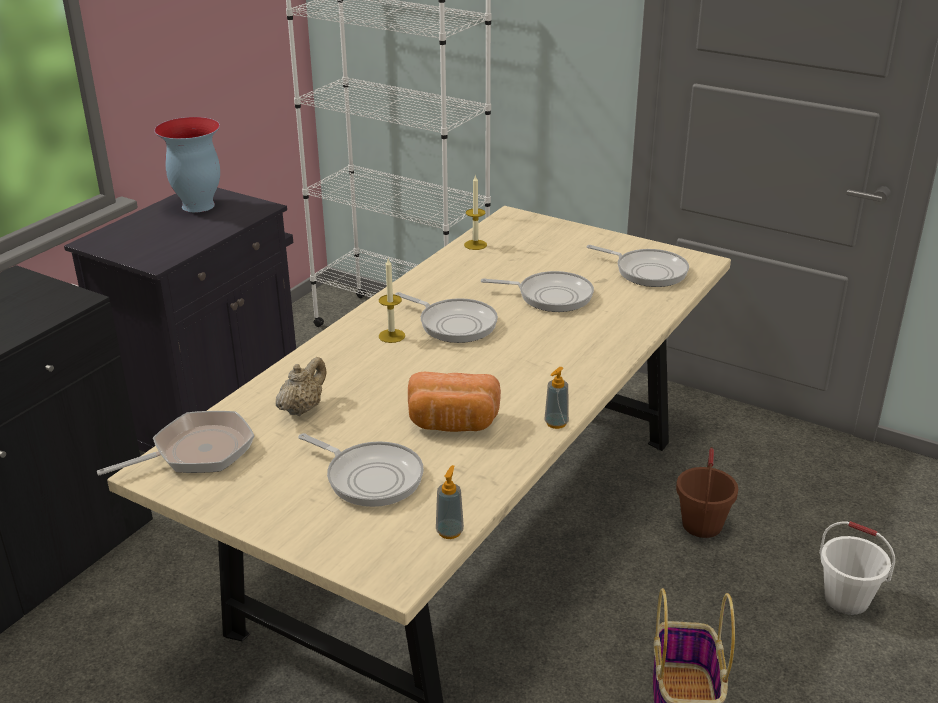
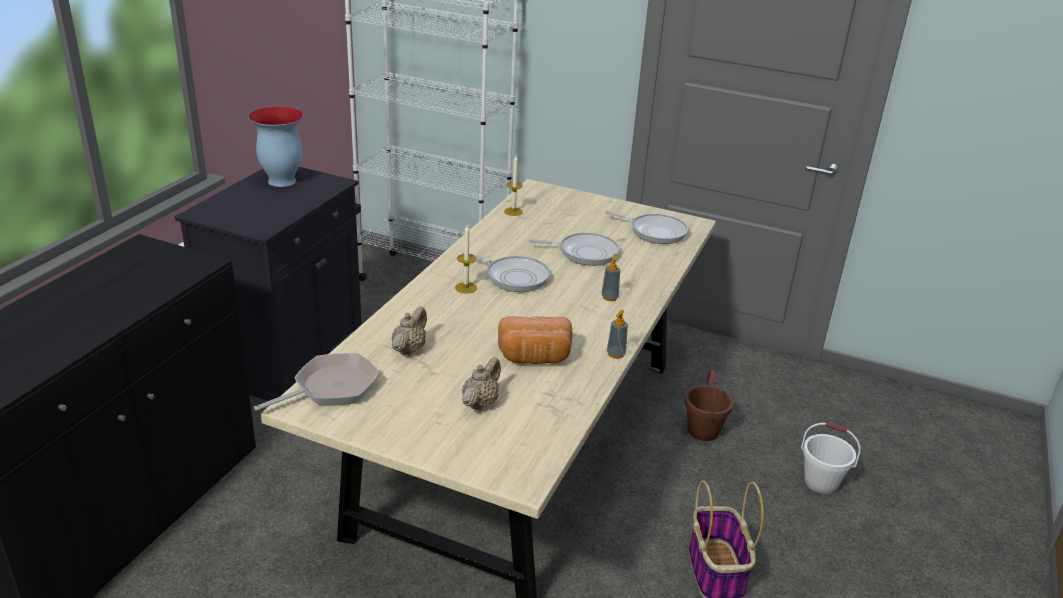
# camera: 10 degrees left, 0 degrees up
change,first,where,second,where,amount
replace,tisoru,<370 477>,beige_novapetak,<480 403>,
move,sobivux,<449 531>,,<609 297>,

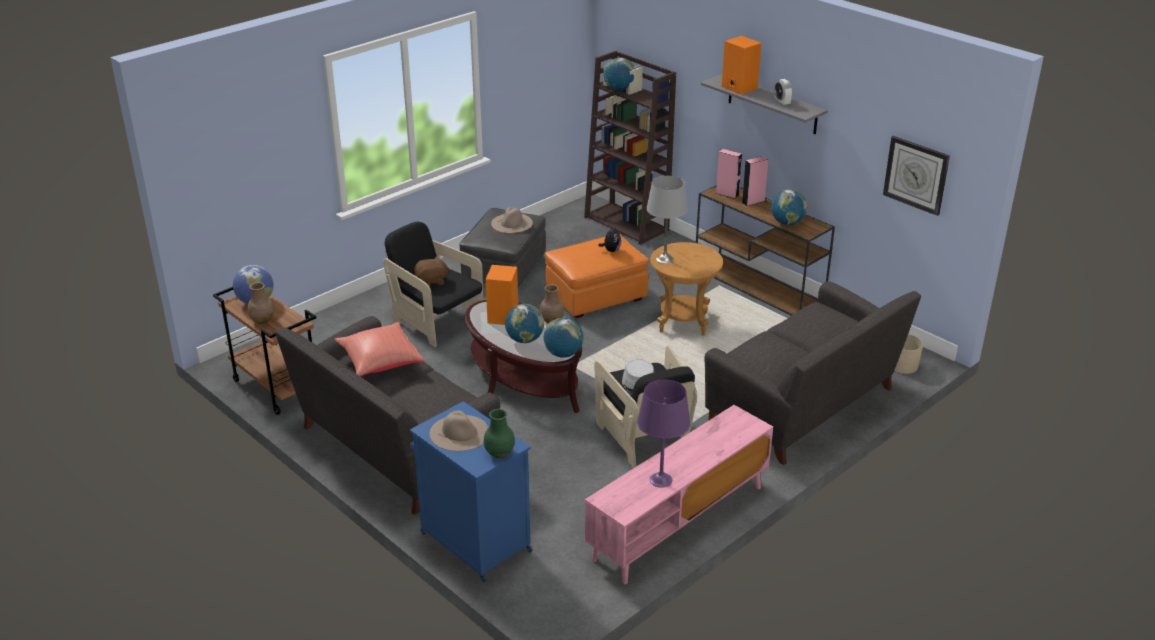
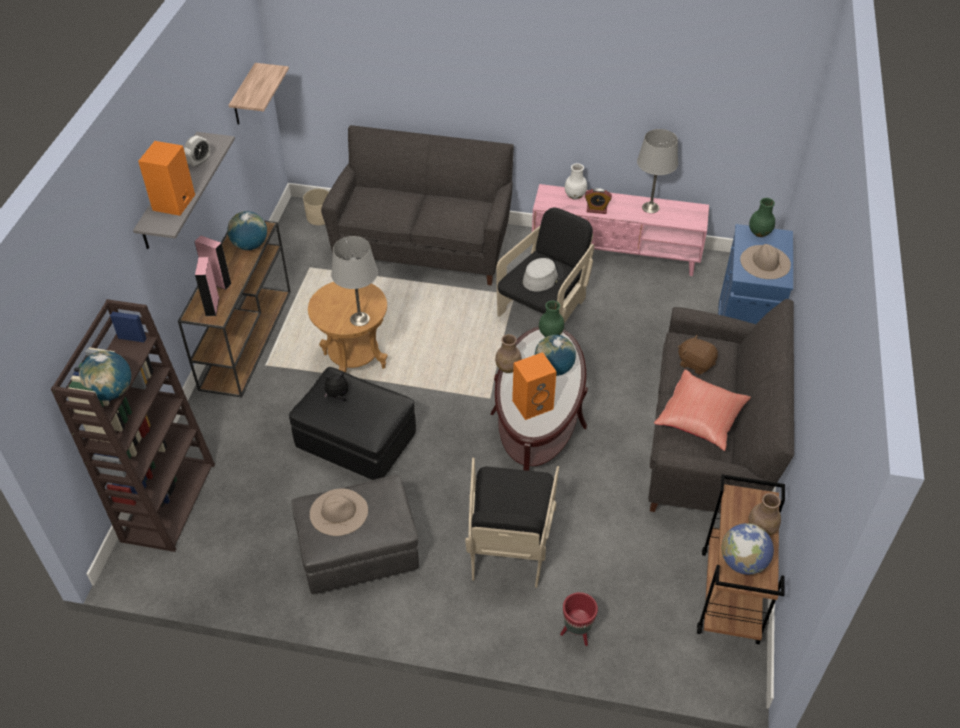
# camera: 125 degrees left, 15 degrees up
change,first,where,second,where,amount
replace,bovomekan,<916 175>,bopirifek,<244 96>,
recolor,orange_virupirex,<596 296>,black_virupirex,<356 443>,
move,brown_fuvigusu,<431 281>,,<695 363>,
replace,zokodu,<563 354>,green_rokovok,<550 334>,
recolor,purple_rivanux,<661 480>,grey_rivanux,<650 207>,
insert,,,white_rokovok,<575 195>,
insert,,,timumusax,<596 210>,
insert,,,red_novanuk,<576 633>,

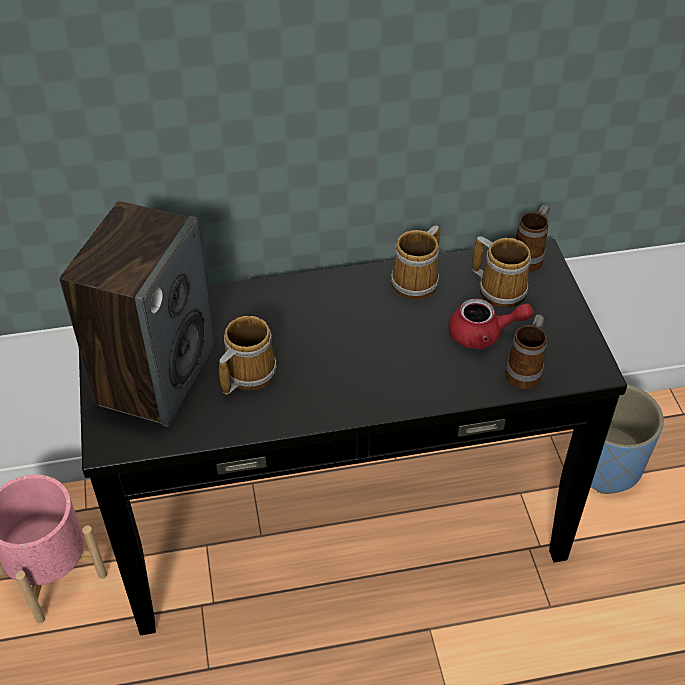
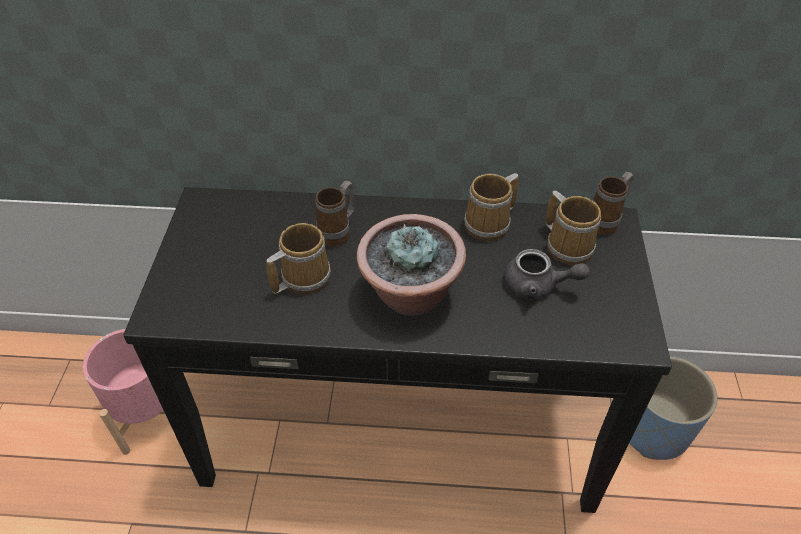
# camera: 15 degrees right, 0 degrees up
change,first,where,second,where,amount
delete,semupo,<156 375>,,,
recolor,red_novapetak,<483 334>,grey_novapetak,<537 286>,
move,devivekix,<525 370>,,<339 232>,
insert,,,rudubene,<410 295>,

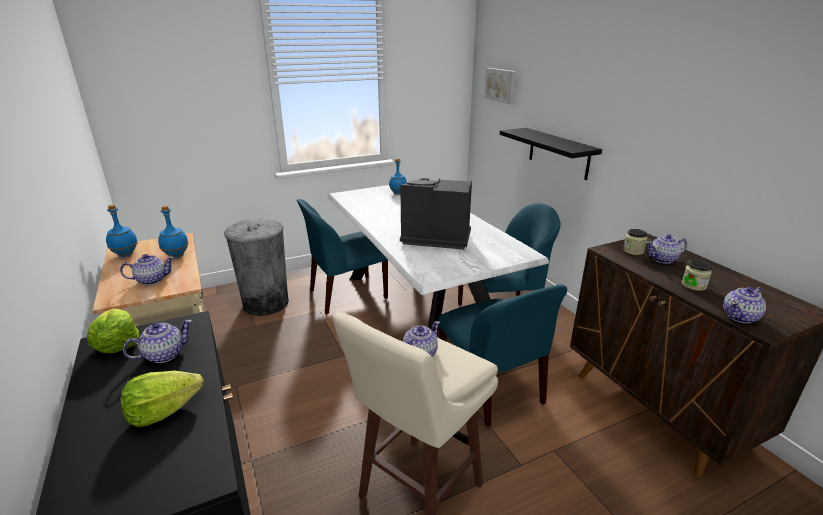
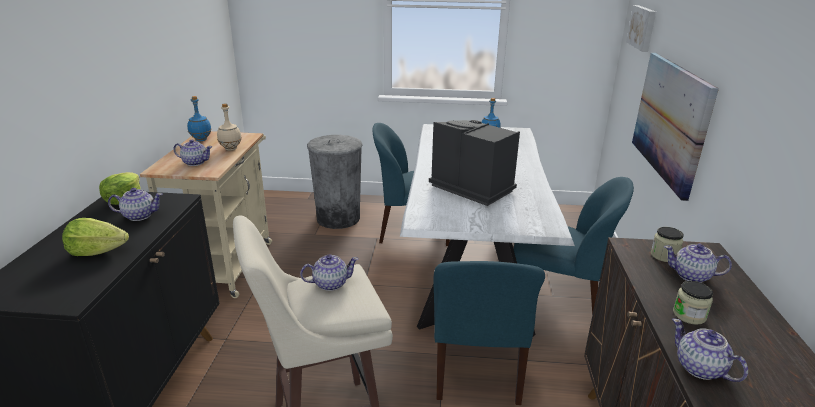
# camera: 30 degrees right, 0 degrees up
change,first,where,second,where,amount
replace,black_bopirifek,<558 153>,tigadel,<671 120>,
recolor,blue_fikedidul,<176 256>,beige_fikedidul,<230 149>,
rotate,novapetak,<740 317>,,<700 368>,60 degrees clockwise

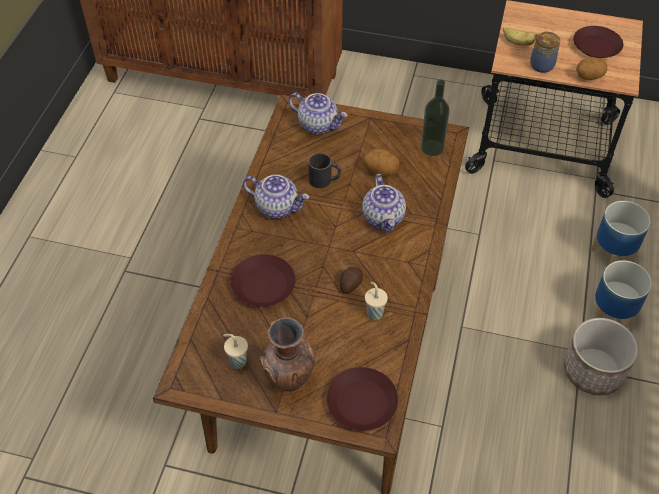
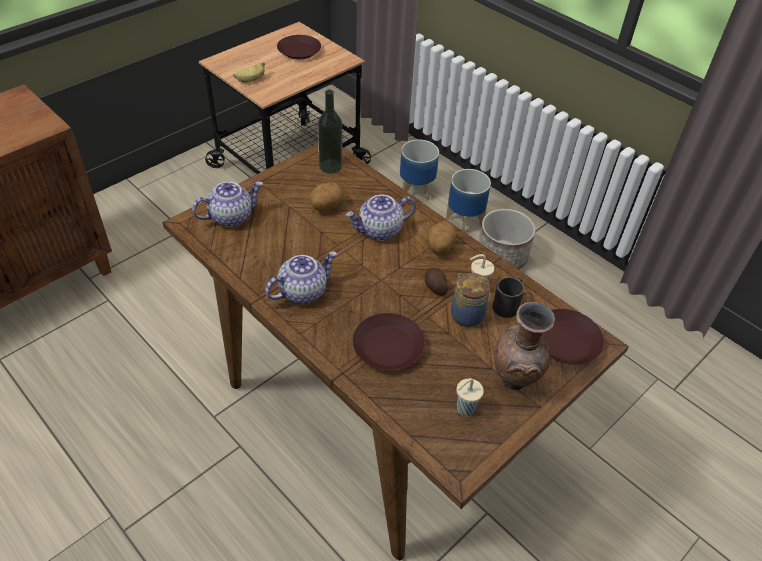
# camera: 60 degrees left, 5 degrees down
change,first,where,second,where,amount
move,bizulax,<542 64>,,<466 314>,
move,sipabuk,<589 77>,,<439 247>,
move,black_devivekix,<325 180>,,<508 304>,
rotate,novapetak,<384 218>,,<380 231>,135 degrees clockwise

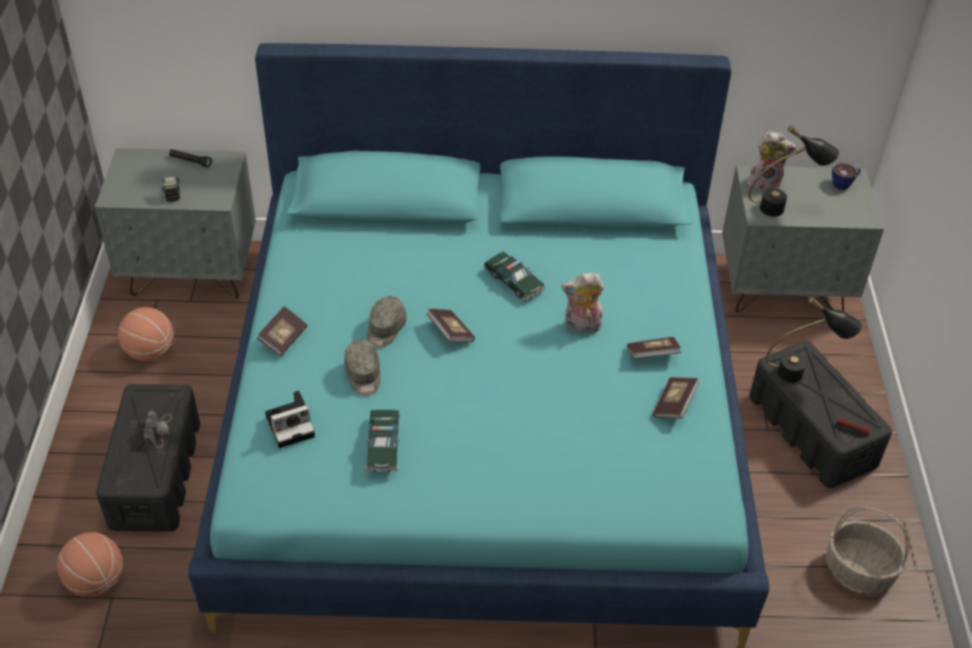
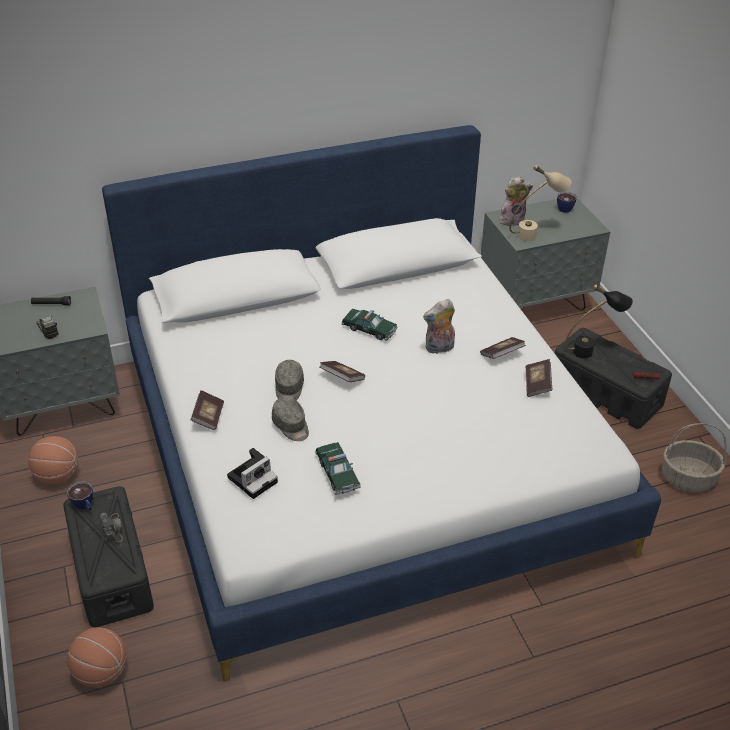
# camera: 20 degrees left, 5 degrees down
change,first,where,second,where,amount
recolor,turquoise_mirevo,<483 420>,white_mirevo,<364 452>,
recolor,black_rivanux,<784 209>,beige_rivanux,<535 234>,
insert,,,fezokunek,<85 505>,

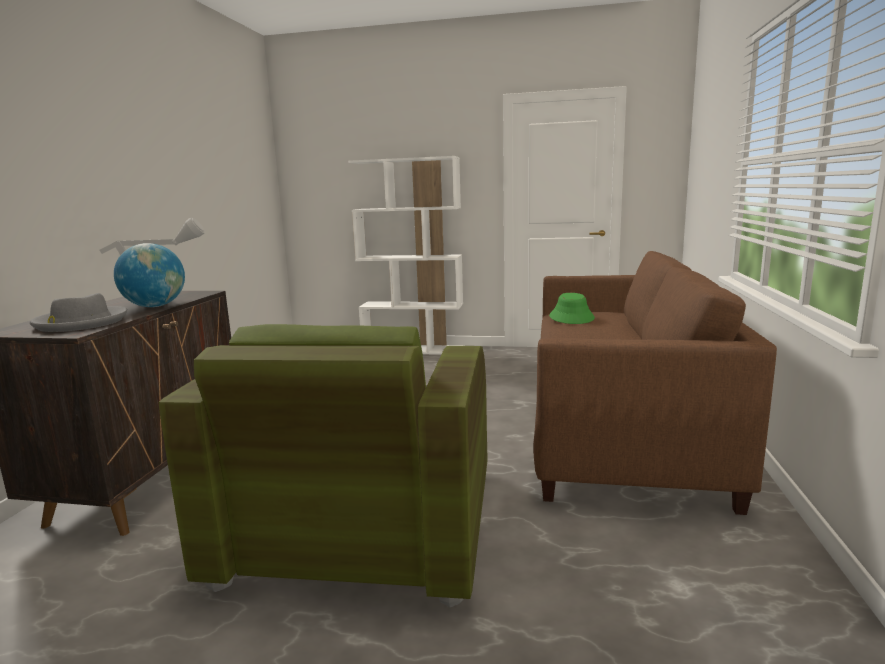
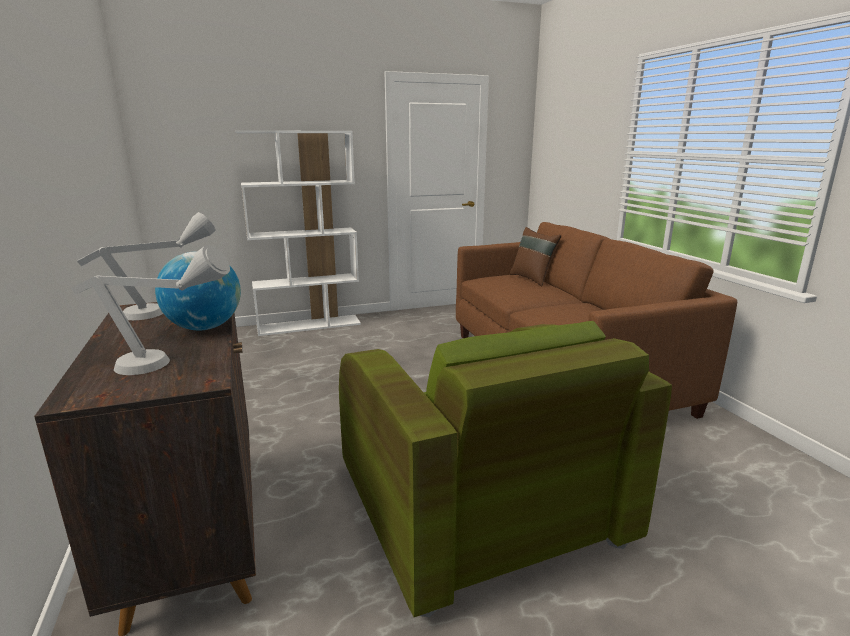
# camera: 30 degrees left, 5 degrees up
change,first,where,second,where,amount
replace,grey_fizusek,<80 323>,grey_rivanux,<166 366>,
delete,green_fizusek,<572 317>,,,
insert,,,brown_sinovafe,<532 279>,

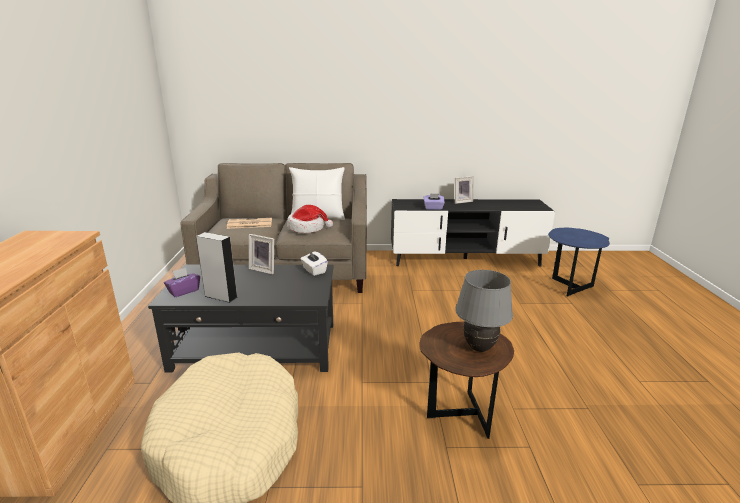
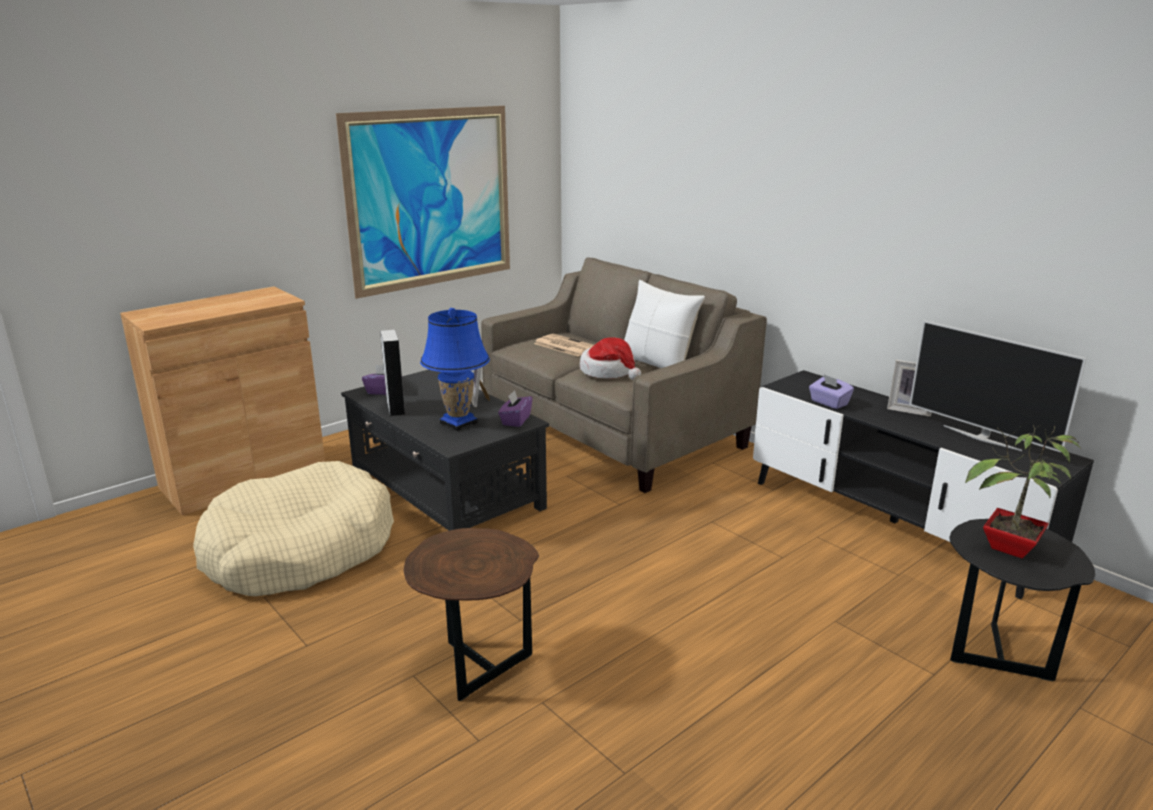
# camera: 50 degrees right, 0 degrees up
change,first,where,second,where,amount
recolor,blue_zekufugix,<568 286>,black_zekufugix,<996 652>,
recolor,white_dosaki,<314 270>,purple_dosaki,<515 420>,
delete,grey_rivanux,<479 348>,,,
insert,,,tigadel,<431 199>,
insert,,,blue_rivanux,<458 423>,
insert,,,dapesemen,<981 437>,
insert,,,rudubene,<1009 549>,

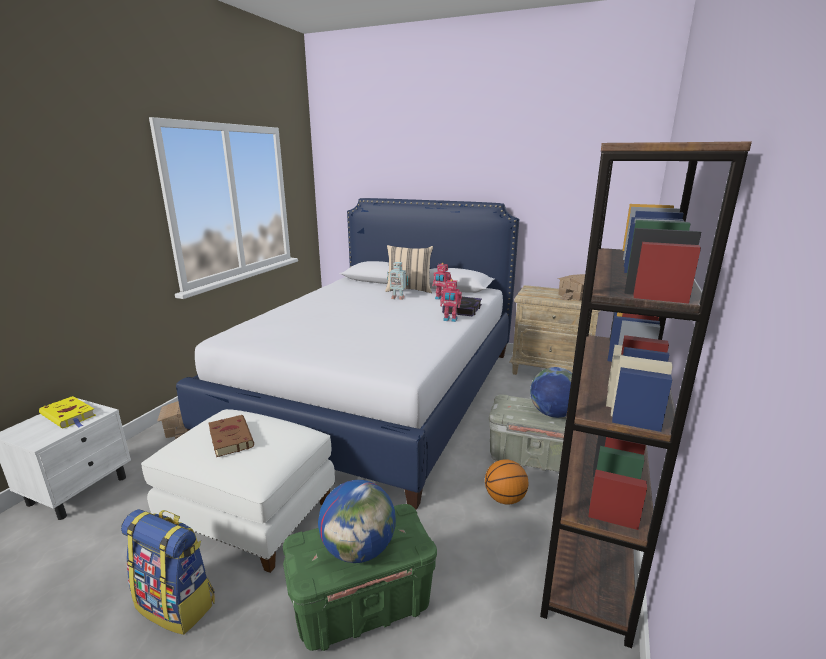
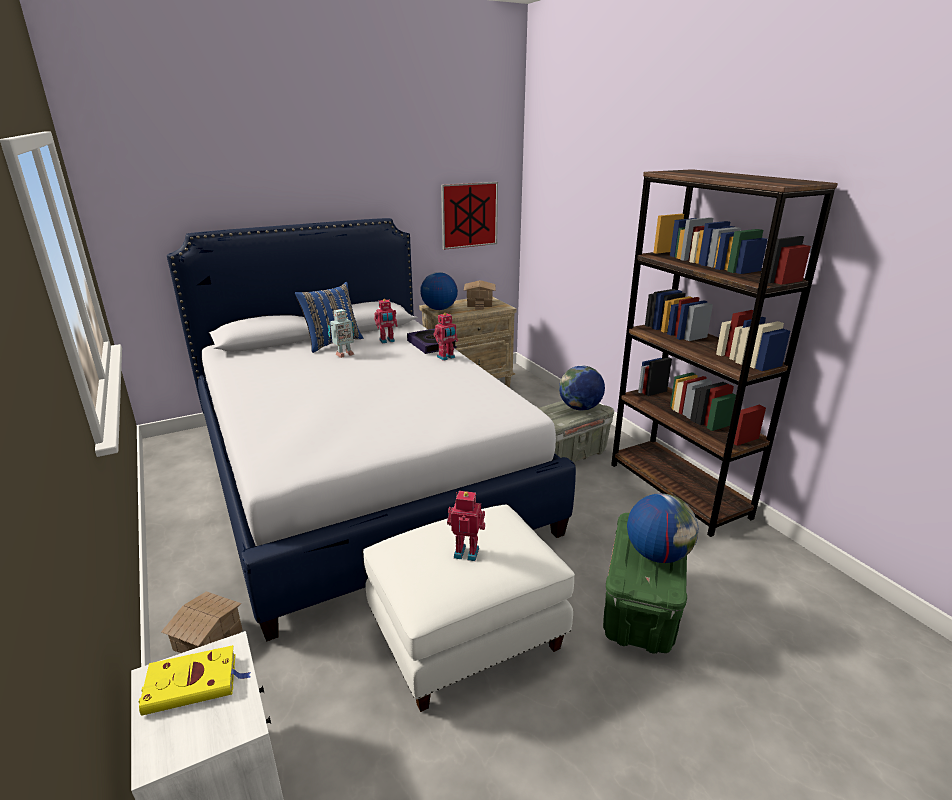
# camera: 50 degrees left, 5 degrees up
change,first,where,second,where,amount
recolor,beige_sinovafe,<409 290>,blue_sinovafe,<332 343>,
replace,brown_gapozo,<230 437>,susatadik,<467 551>,
delete,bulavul,<504 498>,,,
delete,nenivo,<177 604>,,,
insert,,,tigadel,<469 215>,
insert,,,zokodu,<439 309>,

